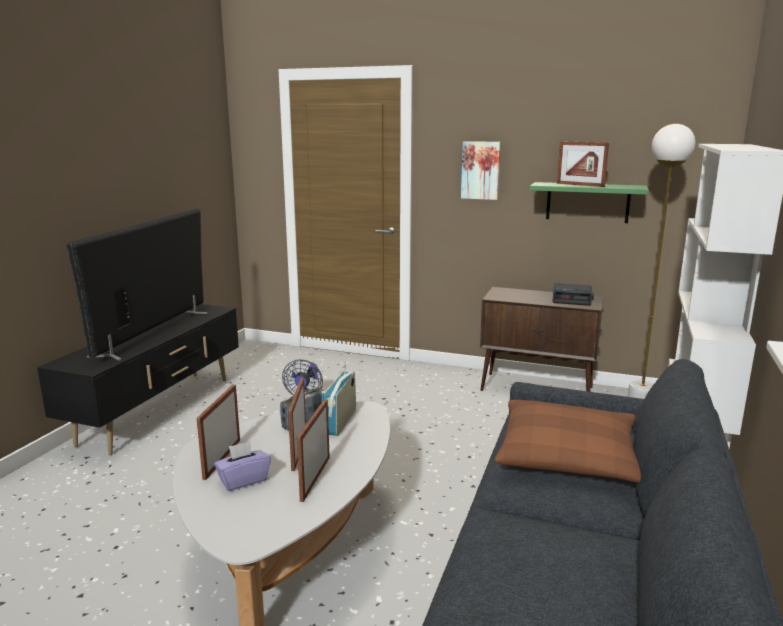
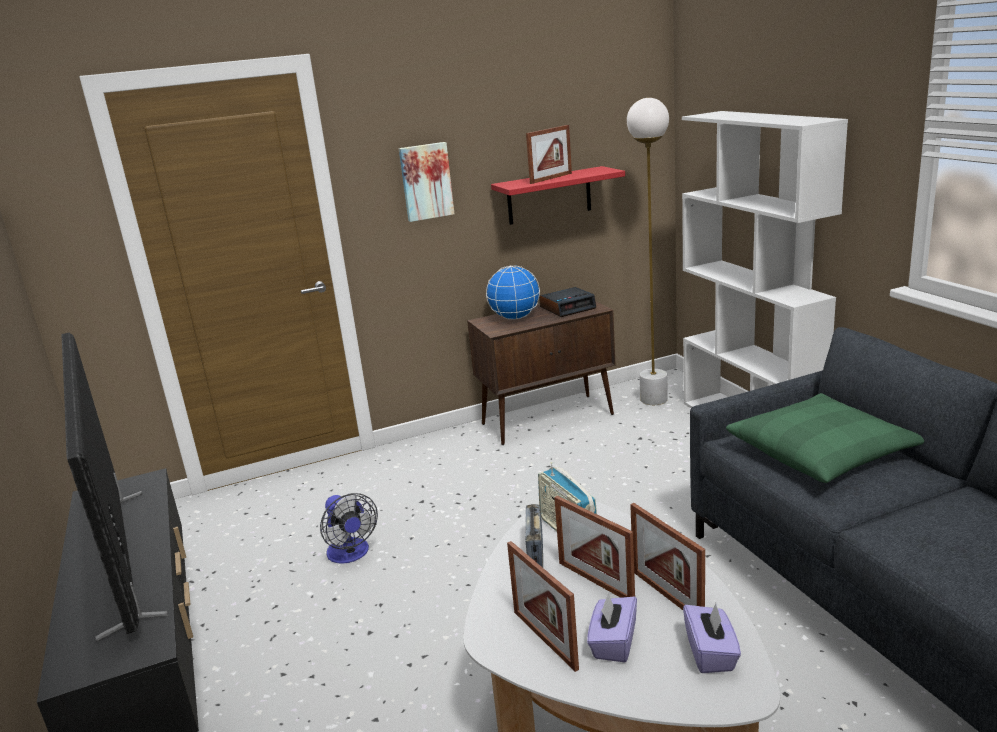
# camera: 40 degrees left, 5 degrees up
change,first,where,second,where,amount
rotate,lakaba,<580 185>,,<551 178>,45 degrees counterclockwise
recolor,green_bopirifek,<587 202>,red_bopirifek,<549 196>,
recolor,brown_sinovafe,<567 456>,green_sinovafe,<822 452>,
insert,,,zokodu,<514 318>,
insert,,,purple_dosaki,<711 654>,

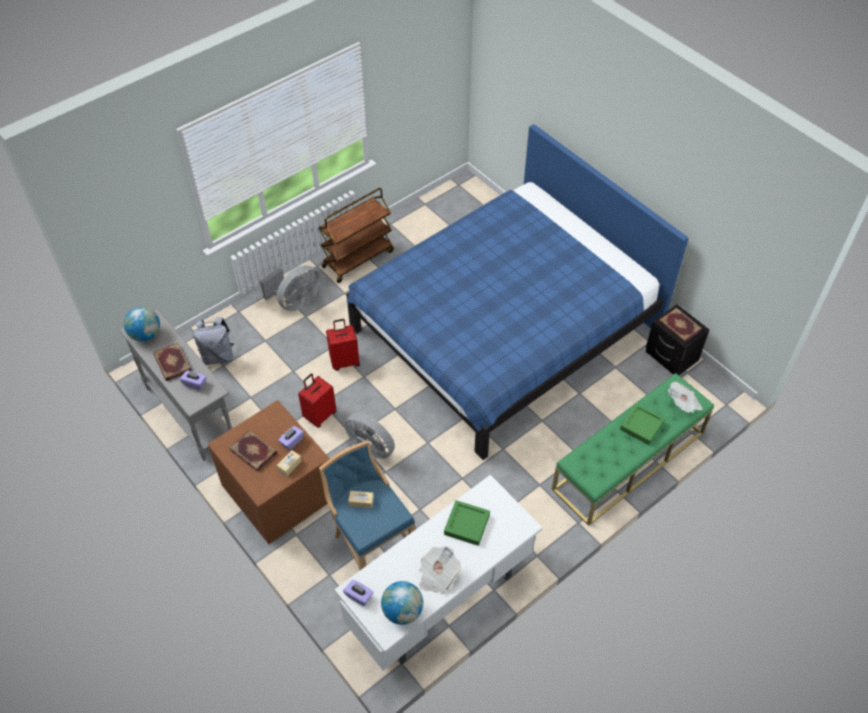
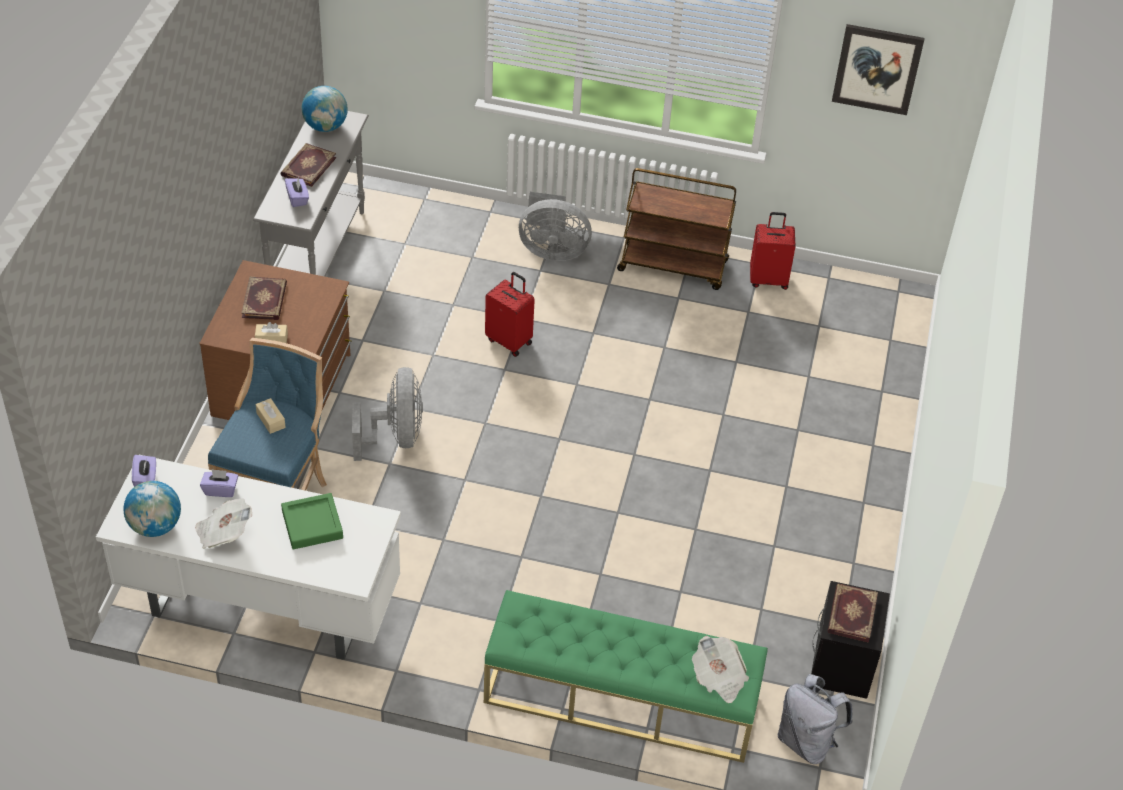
# camera: 50 degrees right, 5 degrees down
change,first,where,second,where,amount
delete,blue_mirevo,<503 329>,,,
move,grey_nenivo,<218 356>,,<807 741>,
move,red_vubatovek,<319 415>,,<768 279>,
delete,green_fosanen,<641 426>,,,
move,purple_dosaki,<292 441>,,<220 490>,
insert,,,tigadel,<877 69>,

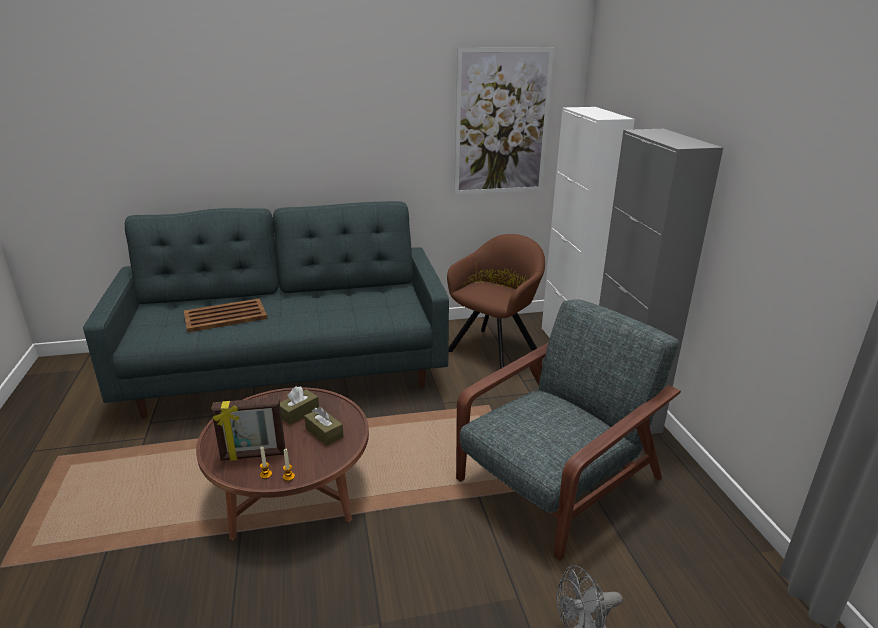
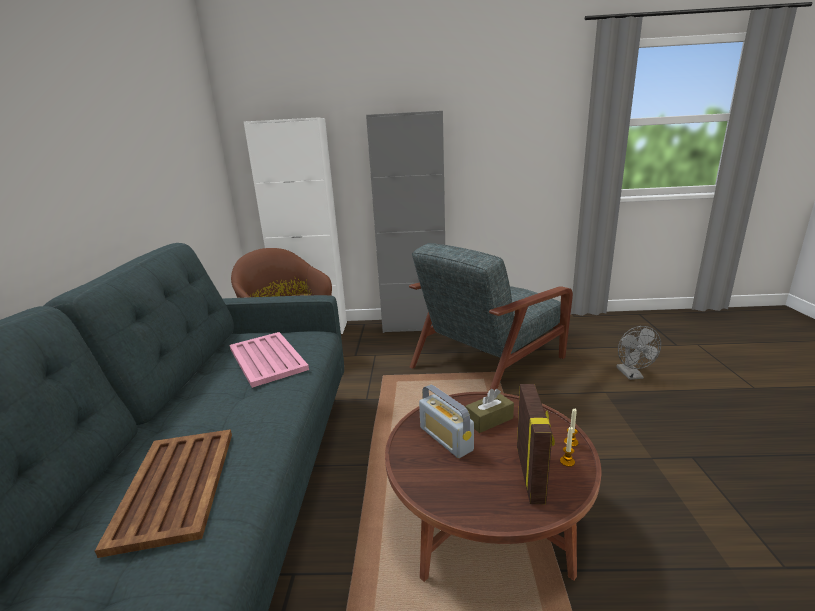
# camera: 75 degrees left, 5 degrees down
change,first,where,second,where,amount
delete,tigadel,<502 123>,,,
rotate,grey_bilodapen,<556 481>,,<489 361>,105 degrees counterclockwise
replace,brown_dosaki,<299 413>,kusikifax,<446 439>,
insert,,,pink_fosanen,<267 358>,

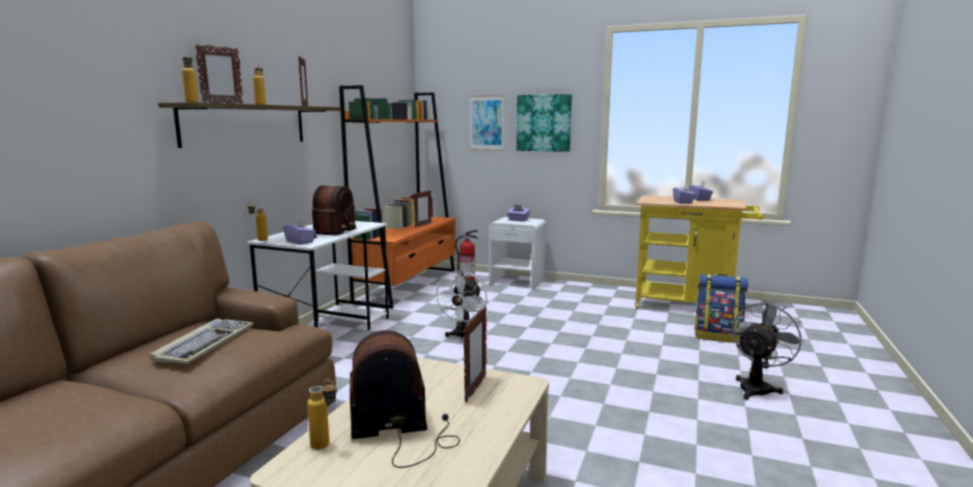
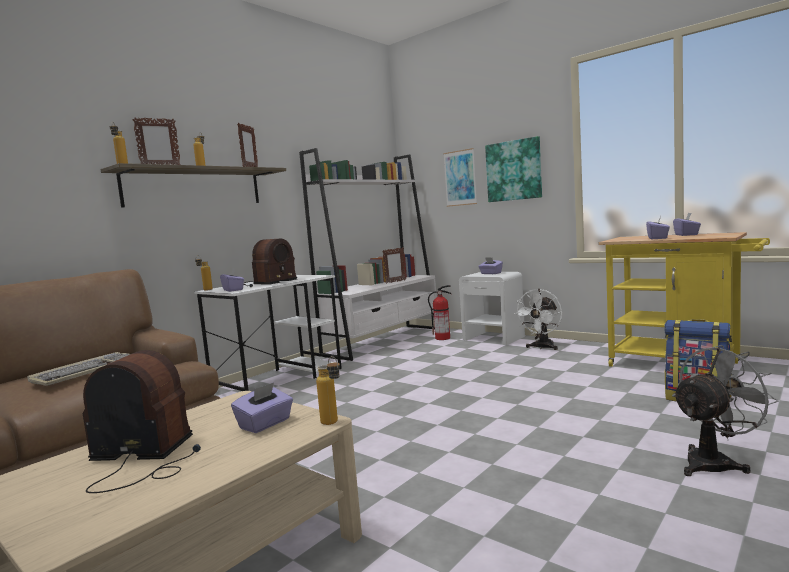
# camera: 20 degrees right, 5 degrees down
change,first,where,second,where,amount
recolor,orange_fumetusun,<408 285>,white_fumetusun,<383 341>,
move,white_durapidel,<463 337>,,<542 348>,
replace,lakaba,<475 389>,purple_dosaki,<265 424>,
move,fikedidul,<326 447>,,<333 423>,

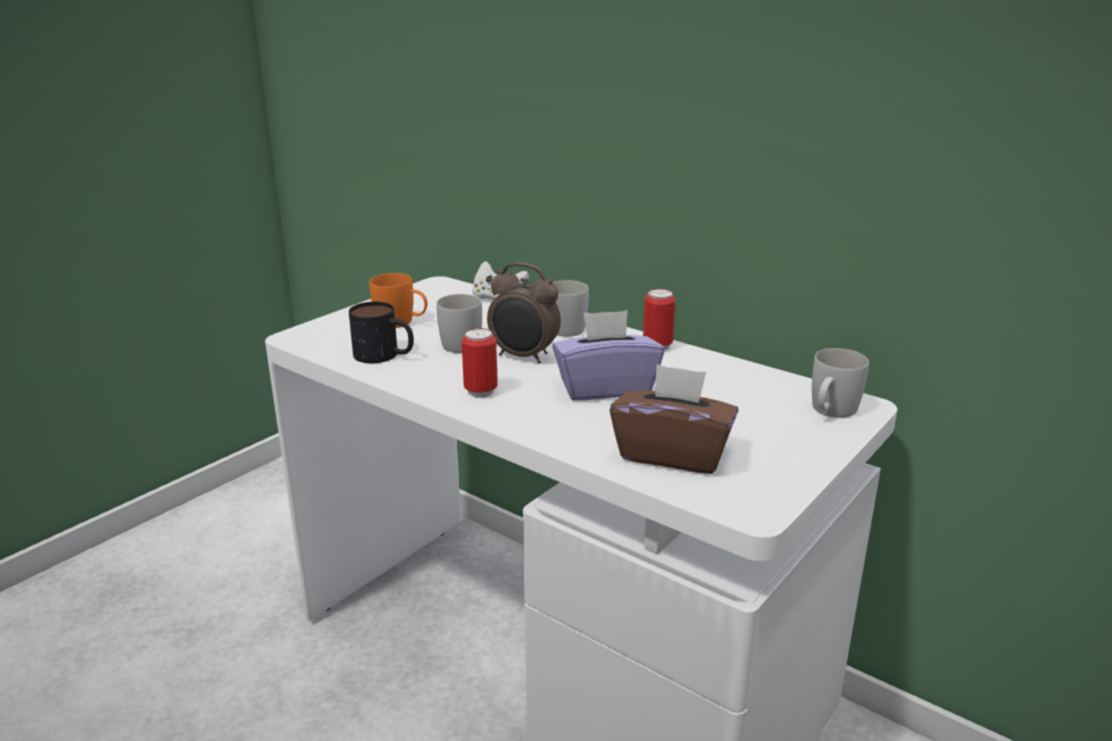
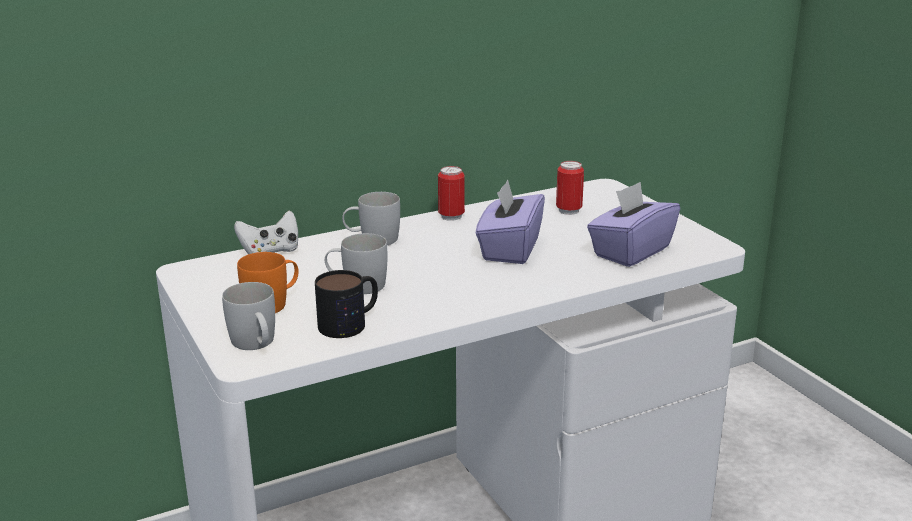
# camera: 65 degrees left, 0 degrees up
change,first,where,second,where,amount
delete,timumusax,<524 357>,,,
move,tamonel,<480 391>,,<568 210>,
move,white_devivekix,<830 412>,,<256 344>,
recolor,brown_dosaki,<672 454>,purple_dosaki,<630 251>,

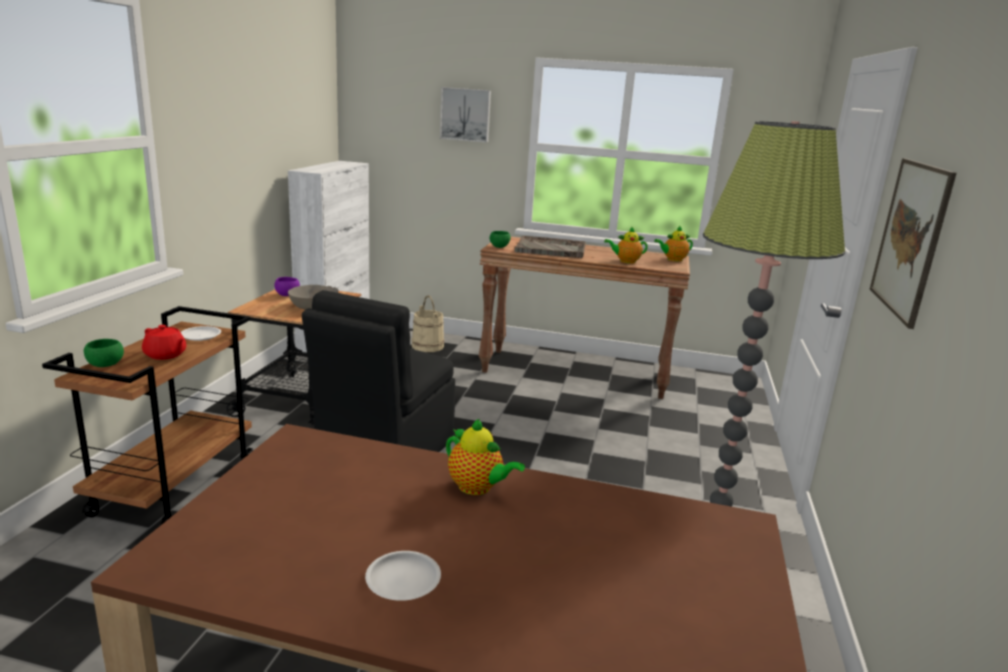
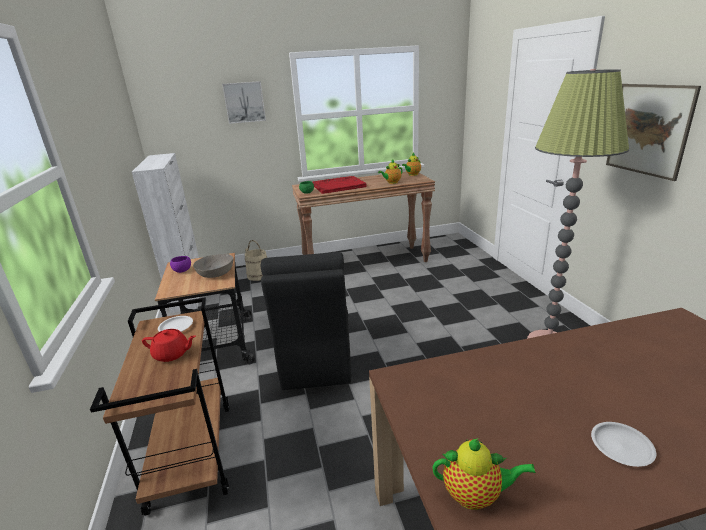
# camera: 25 degrees left, 5 degrees up
change,first,where,second,where,amount
recolor,grey_fosanen,<551 249>,red_fosanen,<339 186>,
delete,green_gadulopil,<105 365>,,,
move,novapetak,<477 488>,,<475 495>,

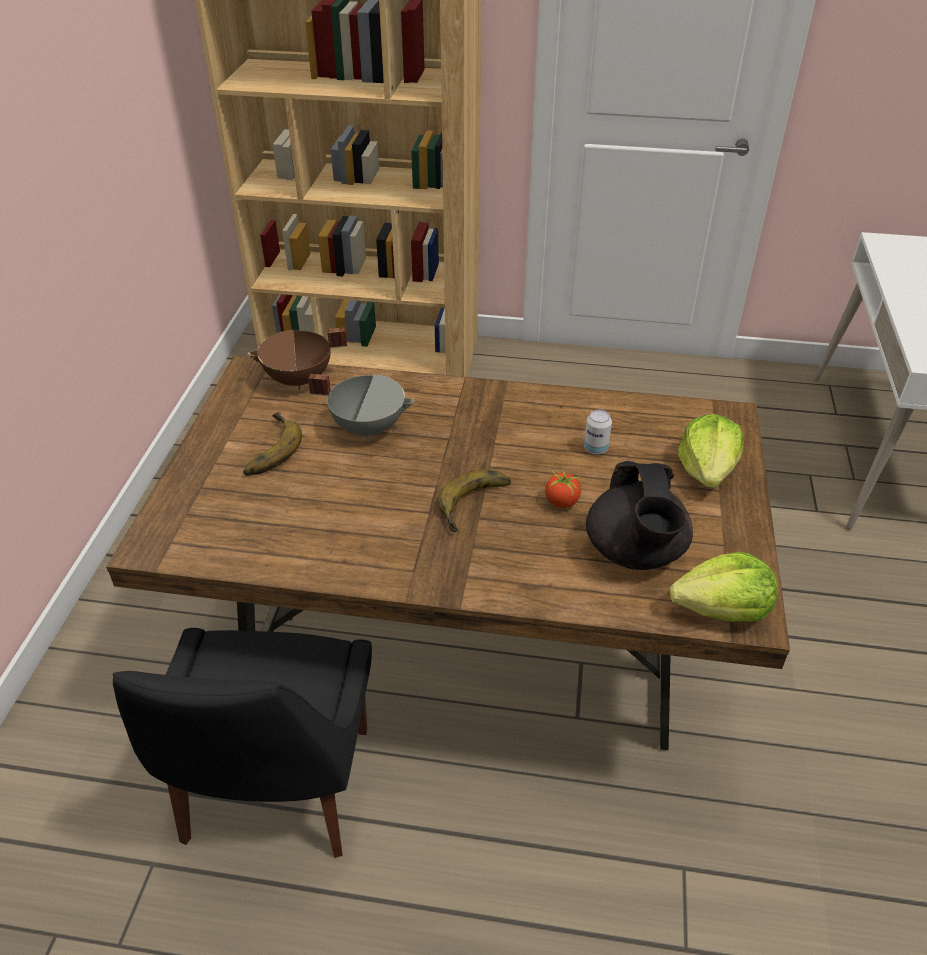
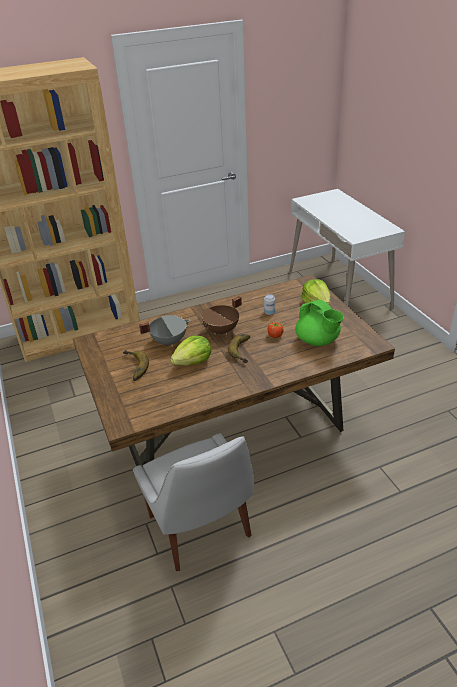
# camera: 30 degrees left, 5 degrees down
change,first,where,second,where,amount
move,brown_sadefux,<299 380>,,<222 330>,
recolor,black_novapetak,<635 552>,green_novapetak,<318 341>,
move,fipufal,<722 610>,,<193 362>,
recolor,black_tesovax,<275 791>,white_tesovax,<201 529>,

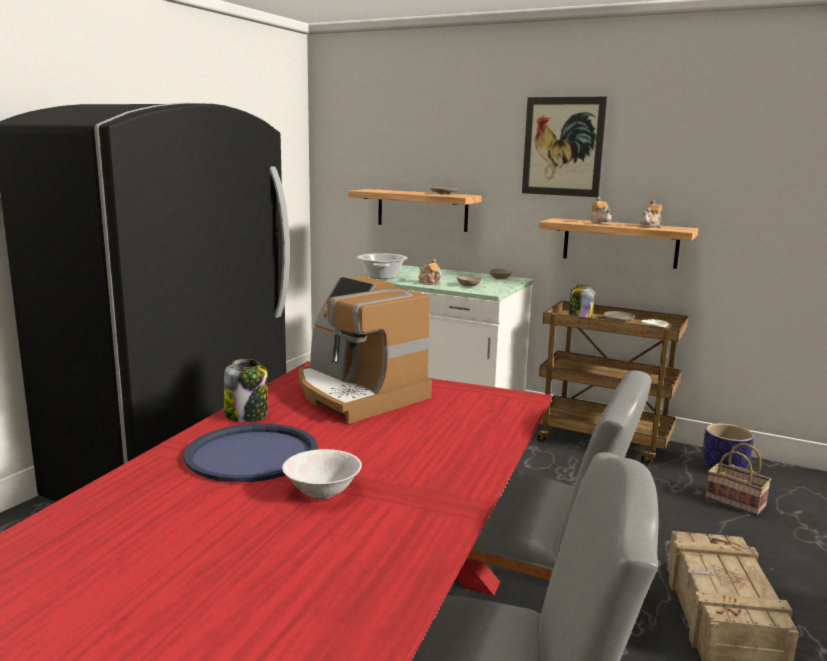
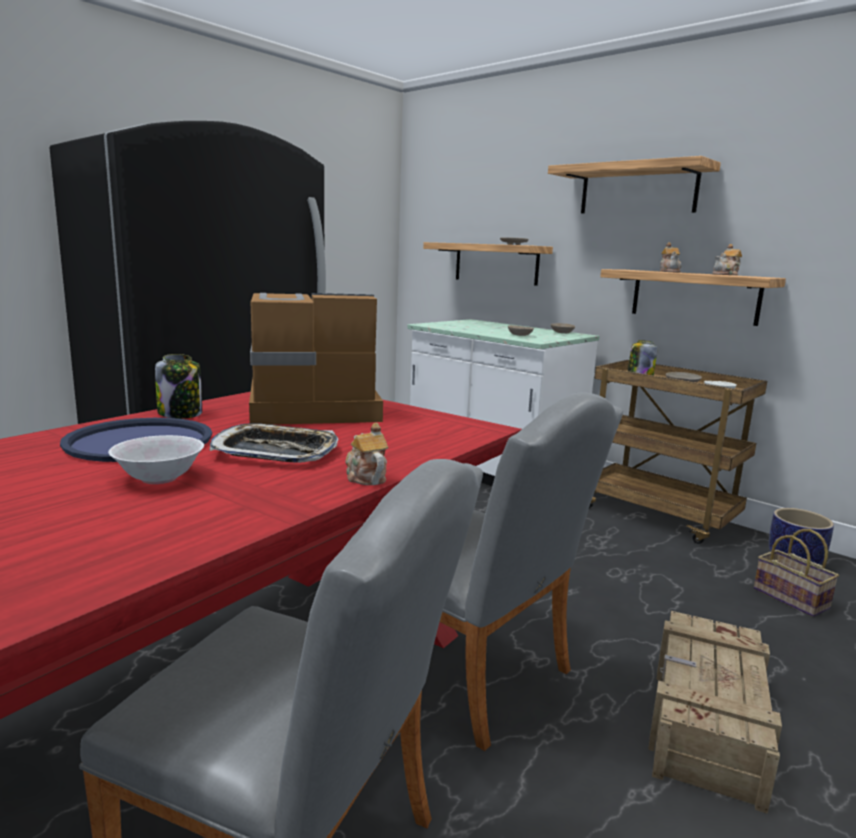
# camera: 15 degrees right, 0 degrees up
change,first,where,second,where,amount
replace,tigadel,<563 146>,bopirifek,<637 190>,
delete,sadefux,<382 276>,,,
move,novapetak,<428 283>,,<365 477>,
rotate,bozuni,<357 394>,,<310 409>,105 degrees clockwise
insert,,,fosanen,<275 452>,

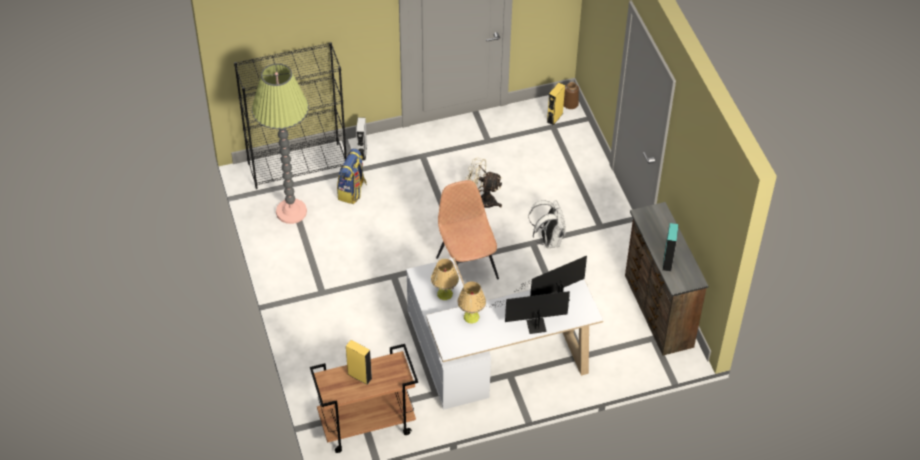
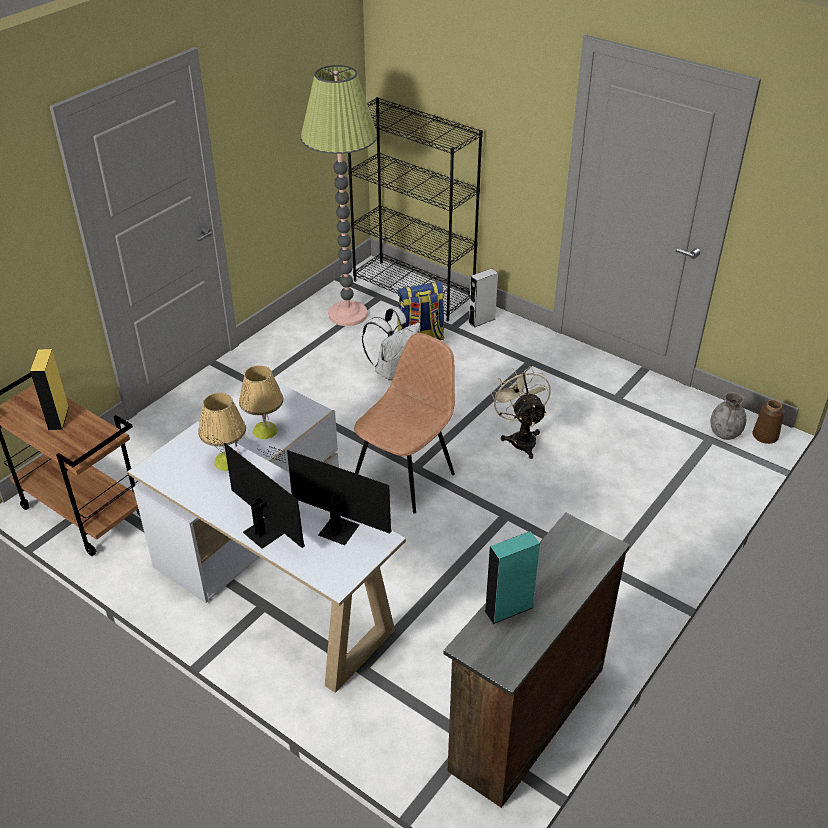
# camera: 55 degrees right, 10 degrees down
change,first,where,second,where,amount
replace,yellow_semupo,<554 117>,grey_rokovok,<725 434>,
move,white_nenivo,<548 239>,,<393 370>,

